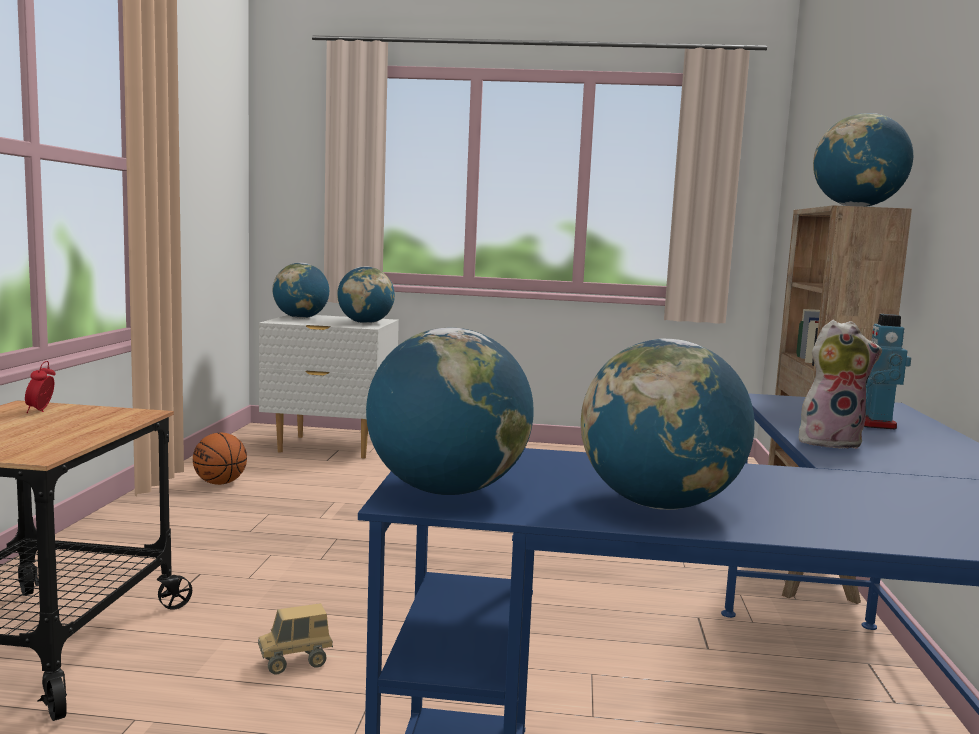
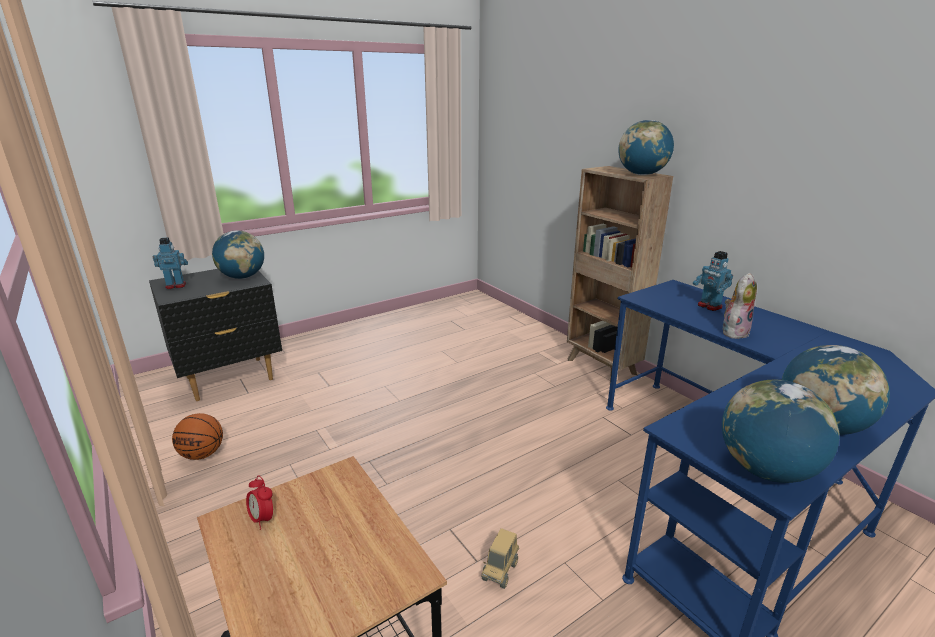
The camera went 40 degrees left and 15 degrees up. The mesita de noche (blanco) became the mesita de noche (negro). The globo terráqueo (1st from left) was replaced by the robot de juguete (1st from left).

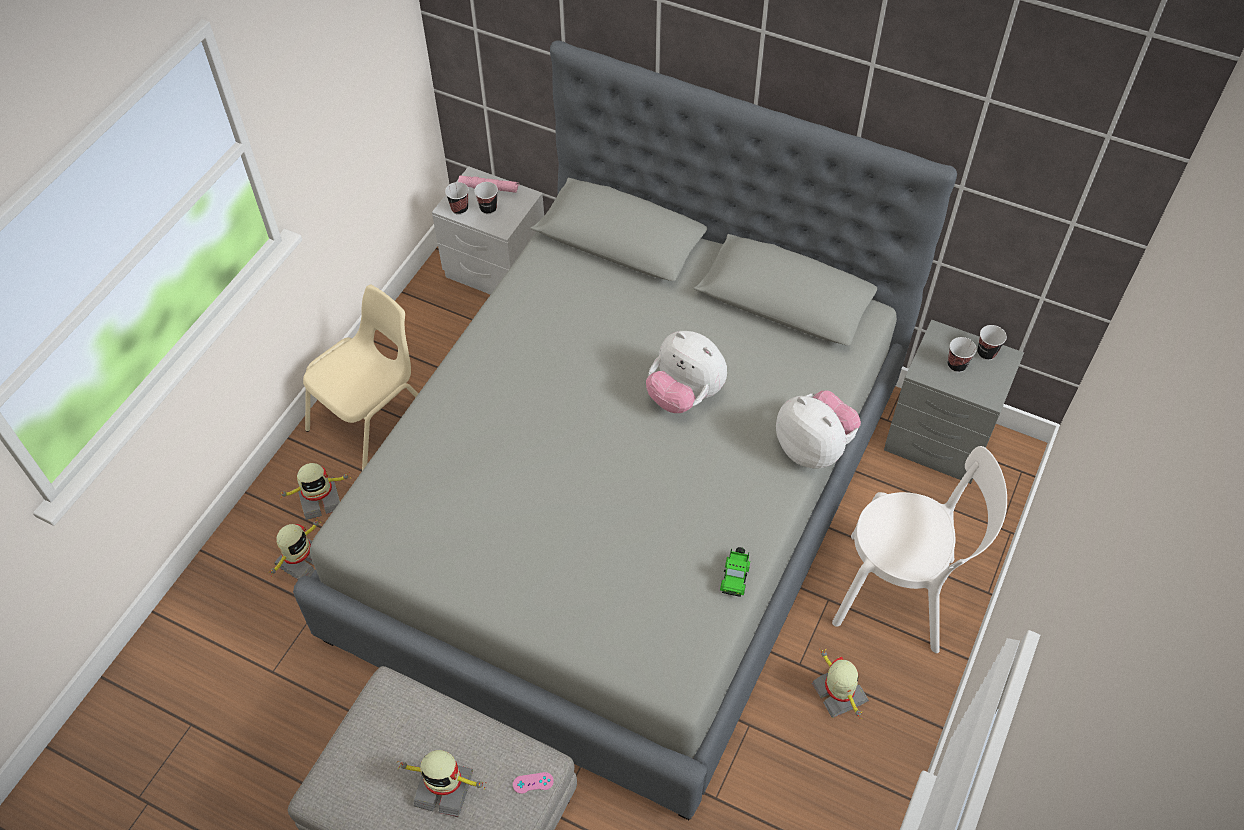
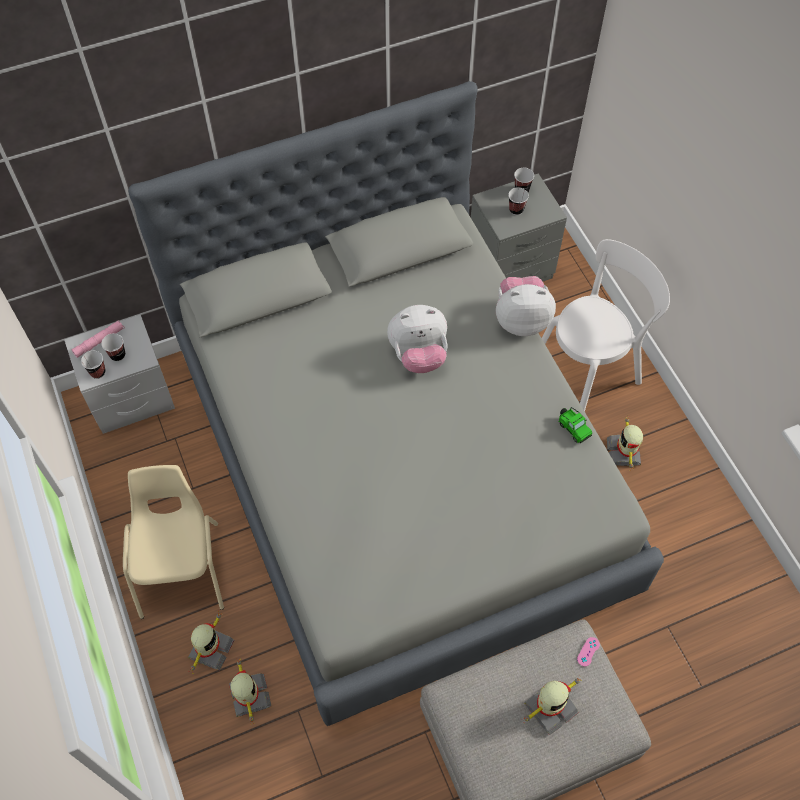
The camera went 50 degrees left and 5 degrees up. The robot de juguete (4th from left) turned 105 degrees counterclockwise.

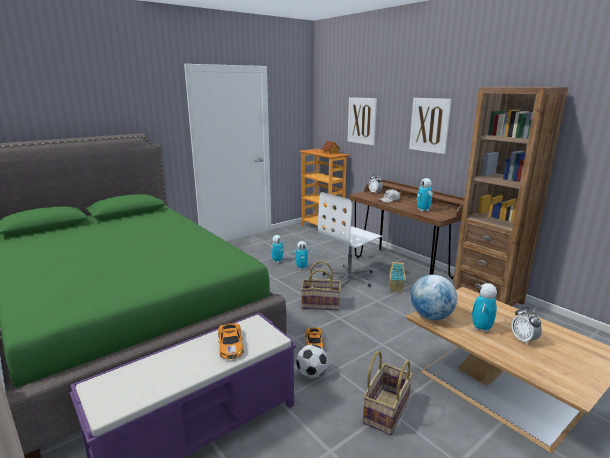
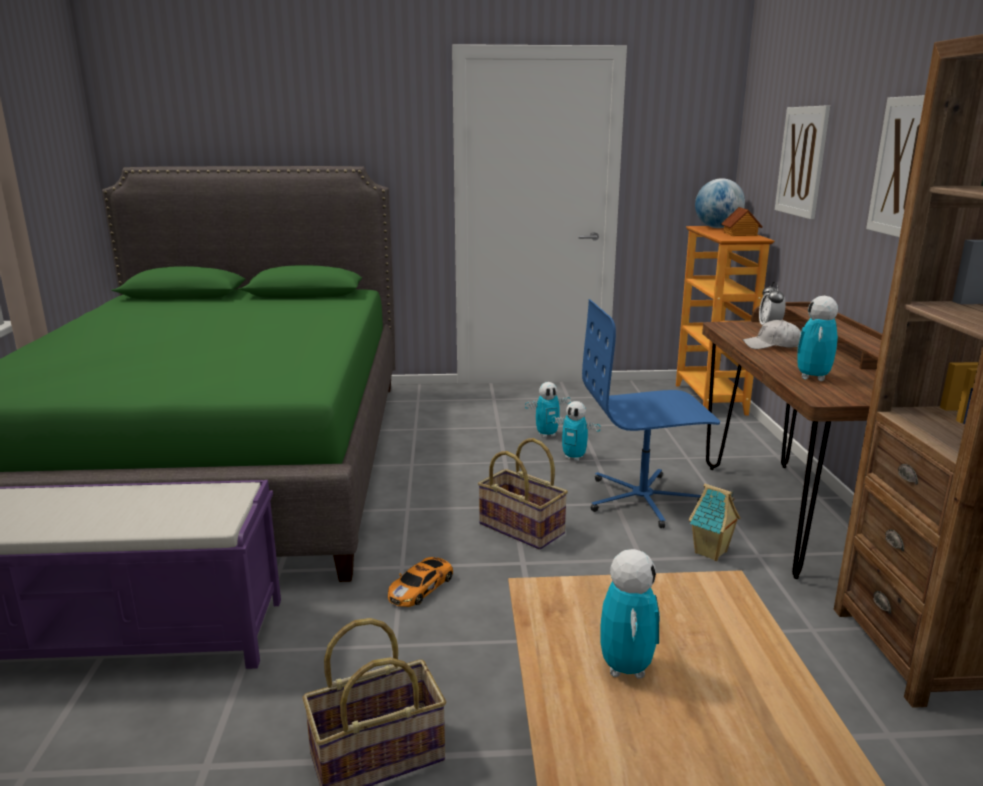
The camera went 35 degrees right and 0 degrees up. The silla de oficina (blanco) became the silla de oficina (azul). The robot de juguete (4th from left in the first image) turned 120 degrees clockwise. The globo terráqueo moved. The coche de juguete (1st from left) disappeared. The balón de fútbol disappeared. The despertador (2nd from left) disappeared.

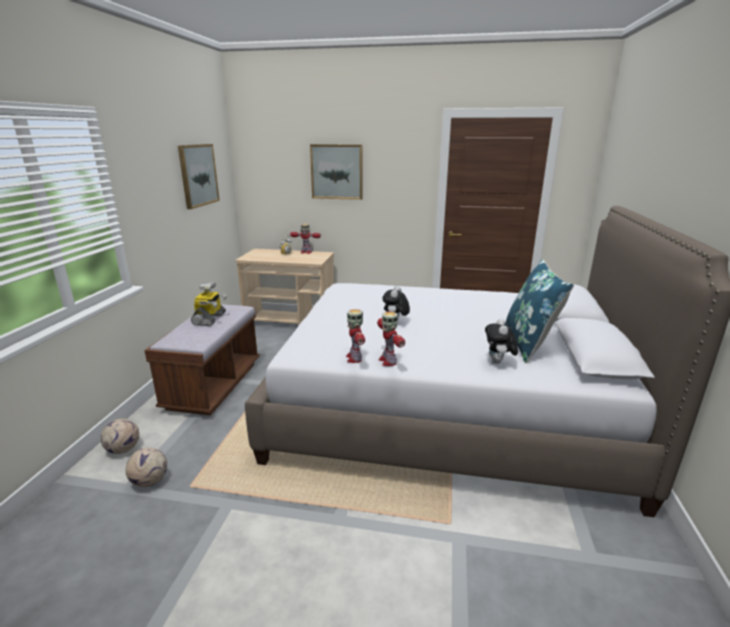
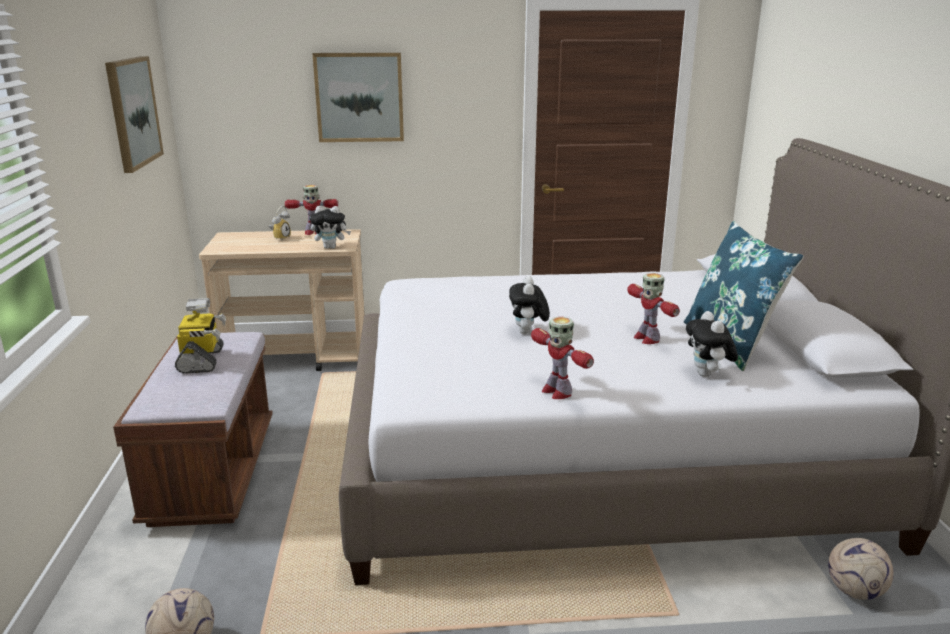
The camera went 15 degrees left and 0 degrees up. The peluche (1st from left) appeared. The robot de juguete (3rd from left in the first image) moved. The balón de fútbol (1st from left in the first image) moved.

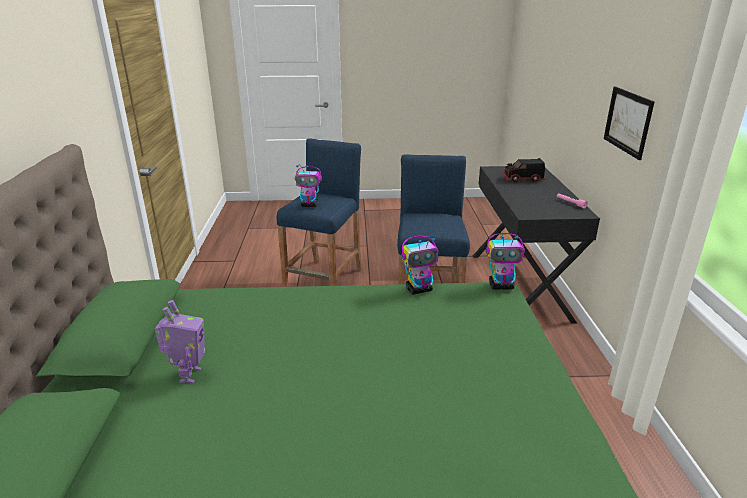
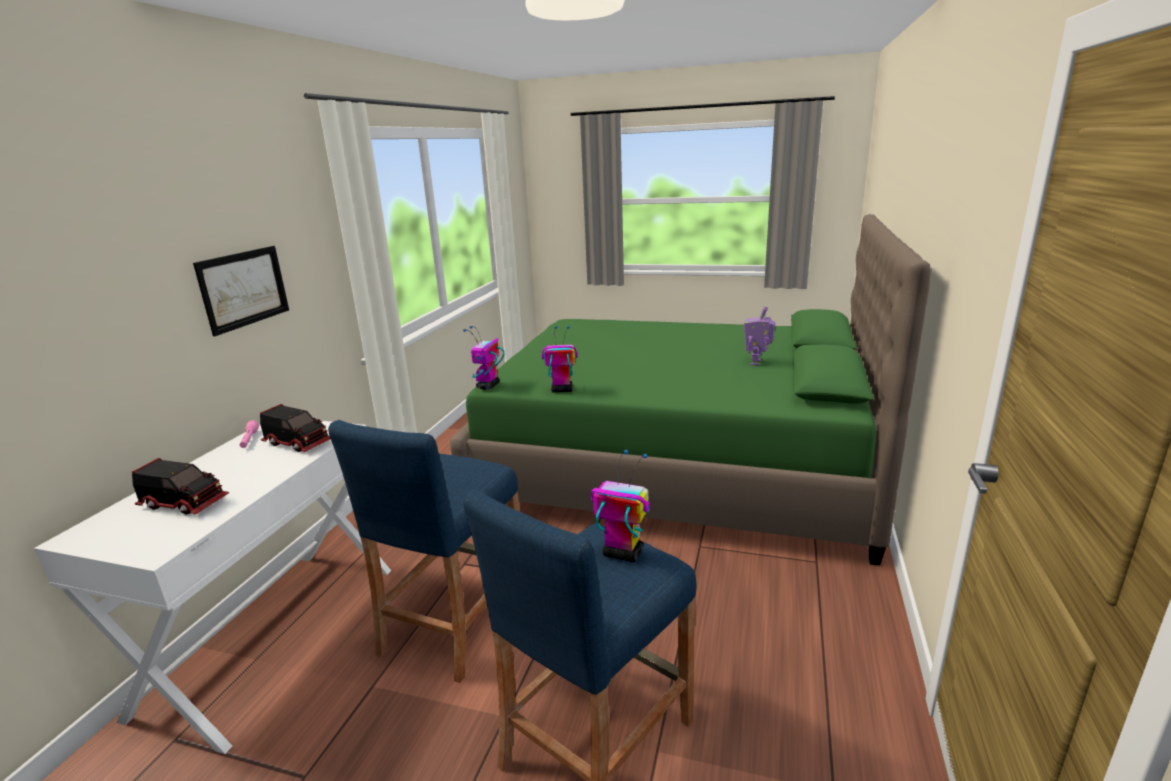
The camera went 160 degrees left and 5 degrees down. The escritorio (negro) became the escritorio (blanco). The camión de juguete (2nd from left) appeared. The robot de juguete (4th from left in the first image) turned 90 degrees counterclockwise.

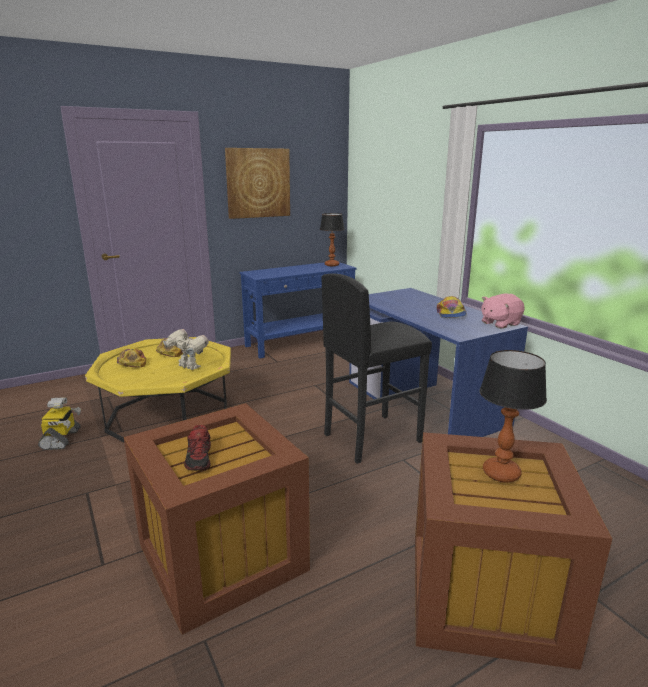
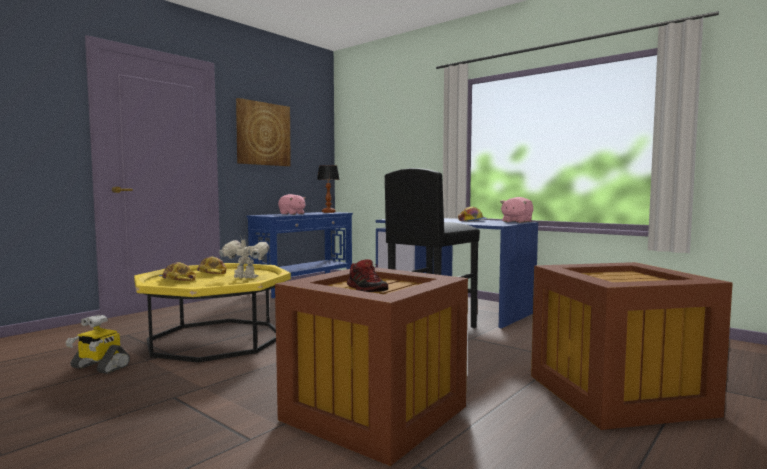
The camera went 20 degrees left and 15 degrees down. The robot de juguete (1st from left) turned 135 degrees clockwise. The peluche (rosa) (1st from left) appeared. The lámpara de mesa (2nd from left) disappeared.

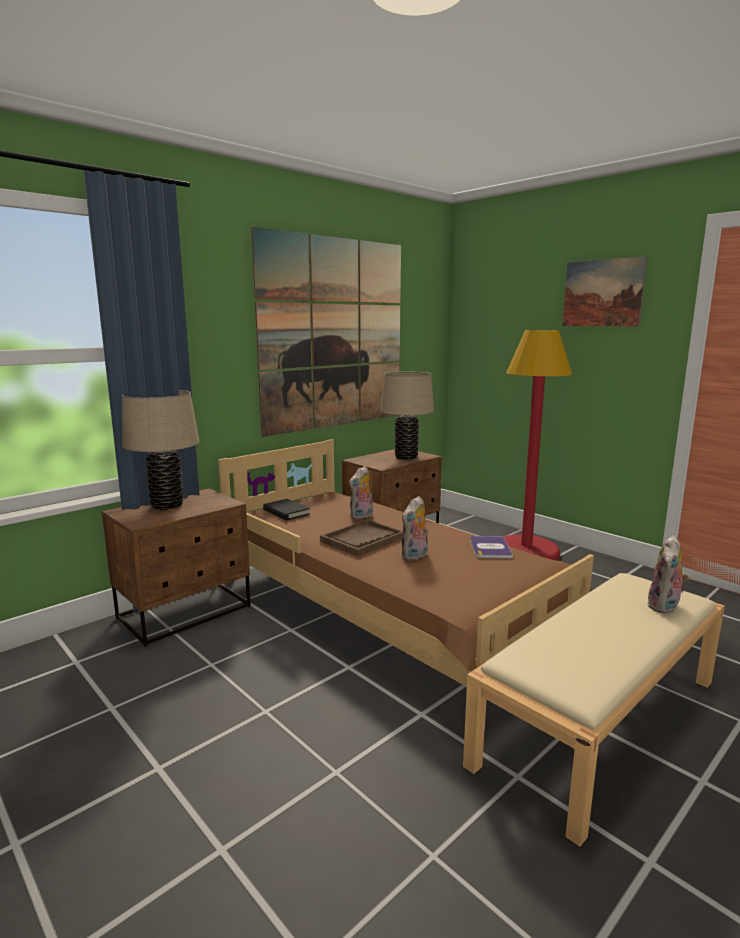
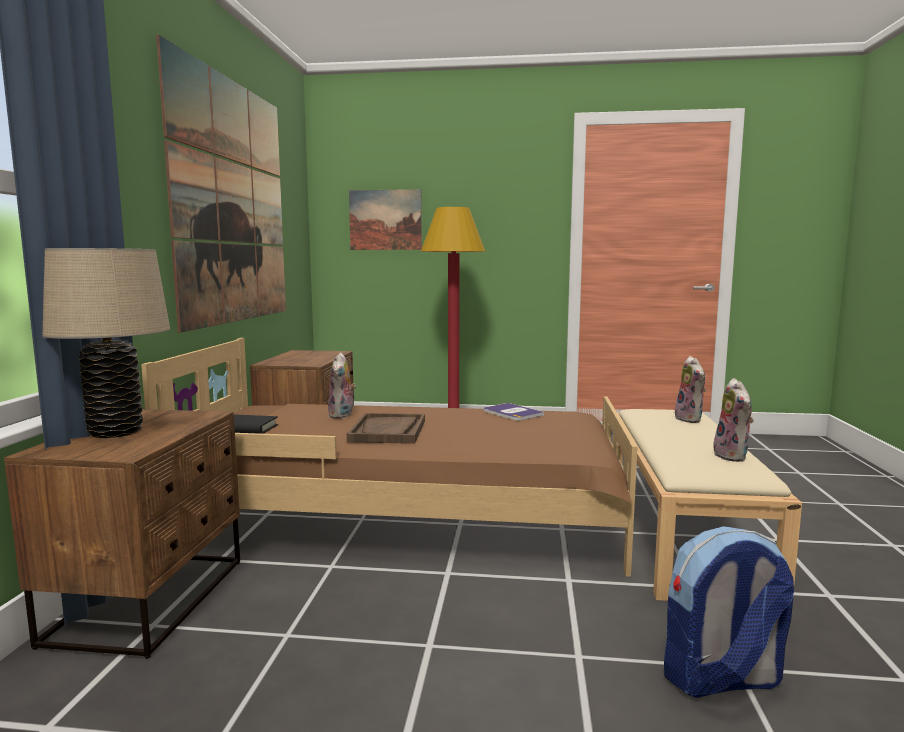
The camera went 40 degrees left and 5 degrees down. The cuadro (2nd from left) moved. The mochila appeared. The peluche (2nd from left in the first image) moved. The lámpara de mesa (beis) (2nd from left) disappeared.

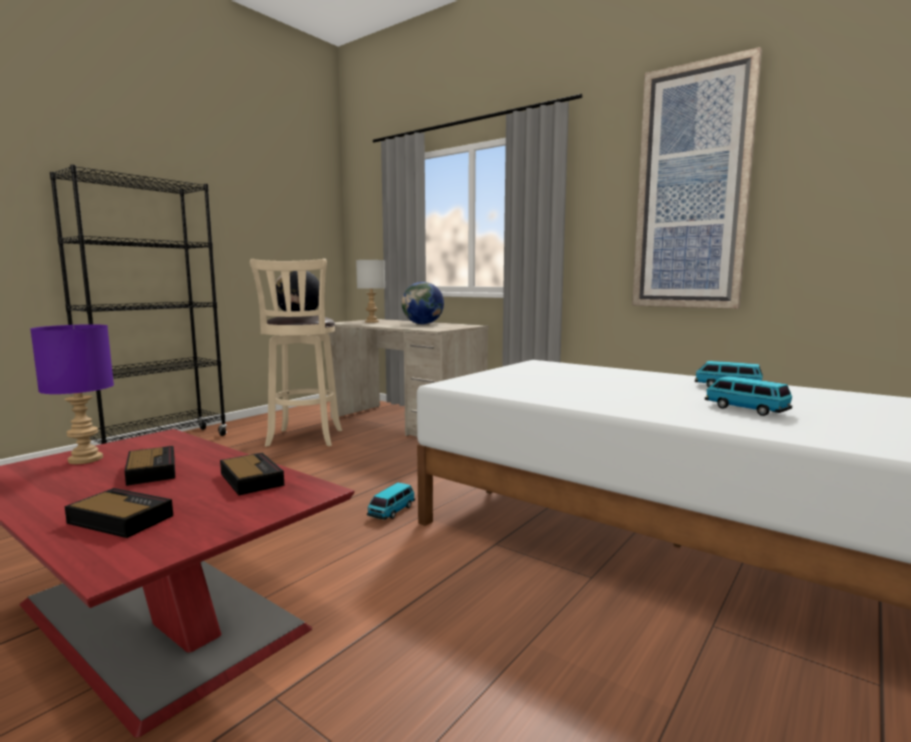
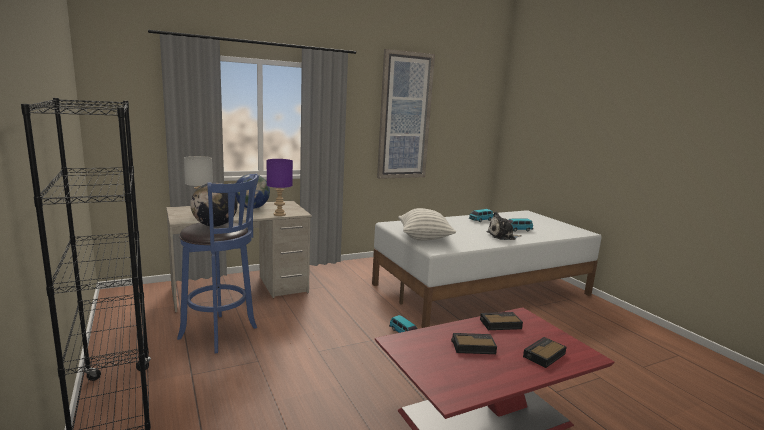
The camera went 65 degrees left and 5 degrees up. The taburete (beis) became the taburete (azul). The lámpara de mesa (morado) moved. The cojín appeared. The peluche appeared.

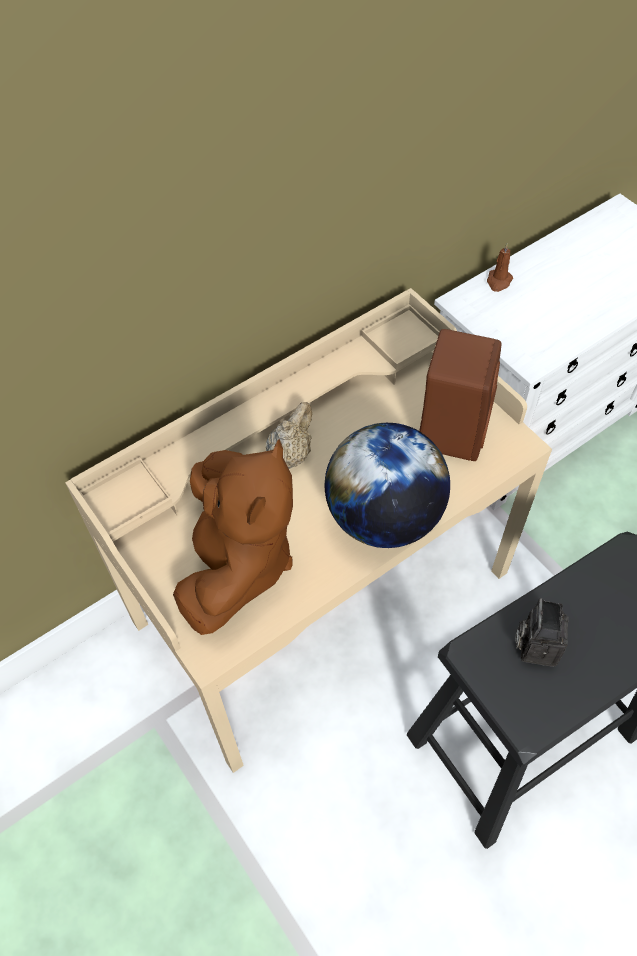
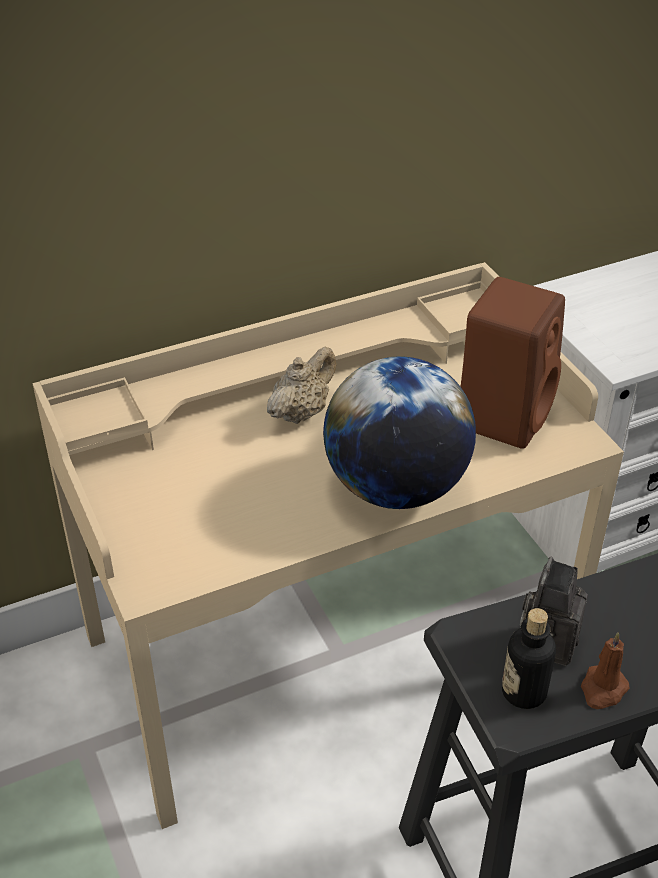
The camera went 10 degrees right and 15 degrees down. The botella appeared. The vela (marrón) moved. The peluche (marrón) disappeared.

